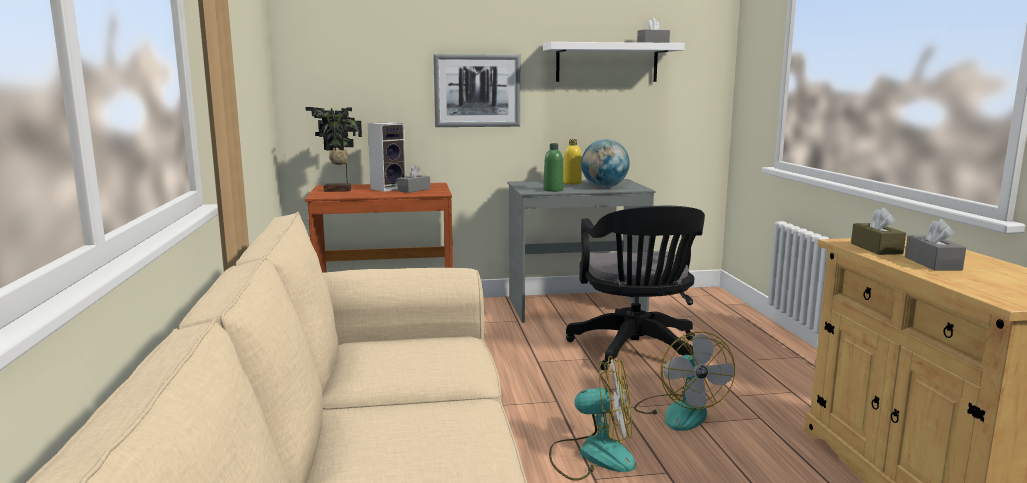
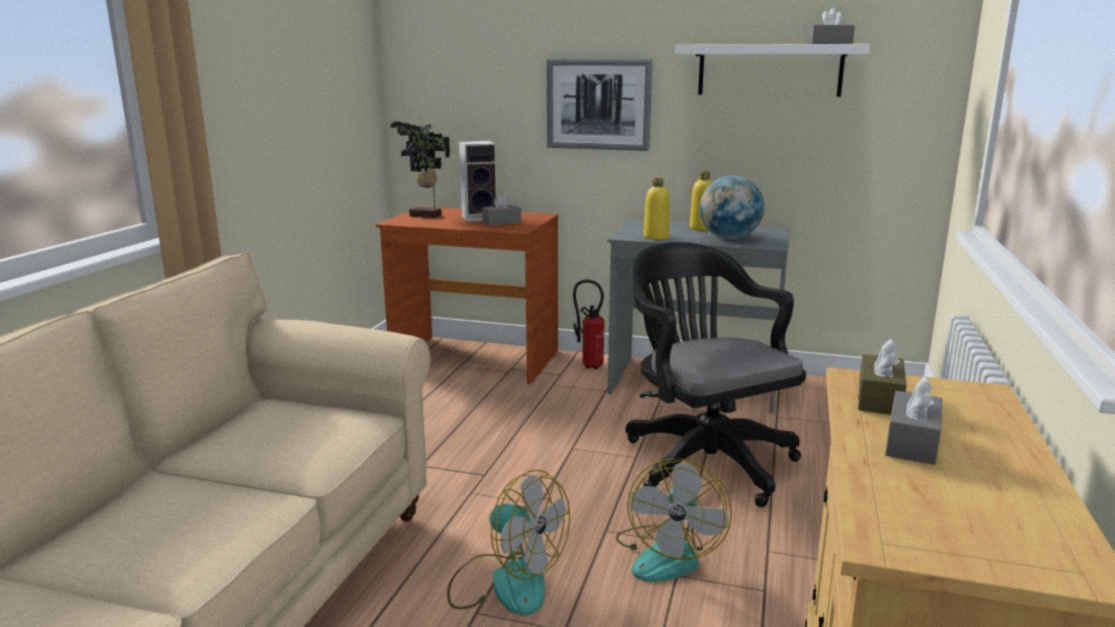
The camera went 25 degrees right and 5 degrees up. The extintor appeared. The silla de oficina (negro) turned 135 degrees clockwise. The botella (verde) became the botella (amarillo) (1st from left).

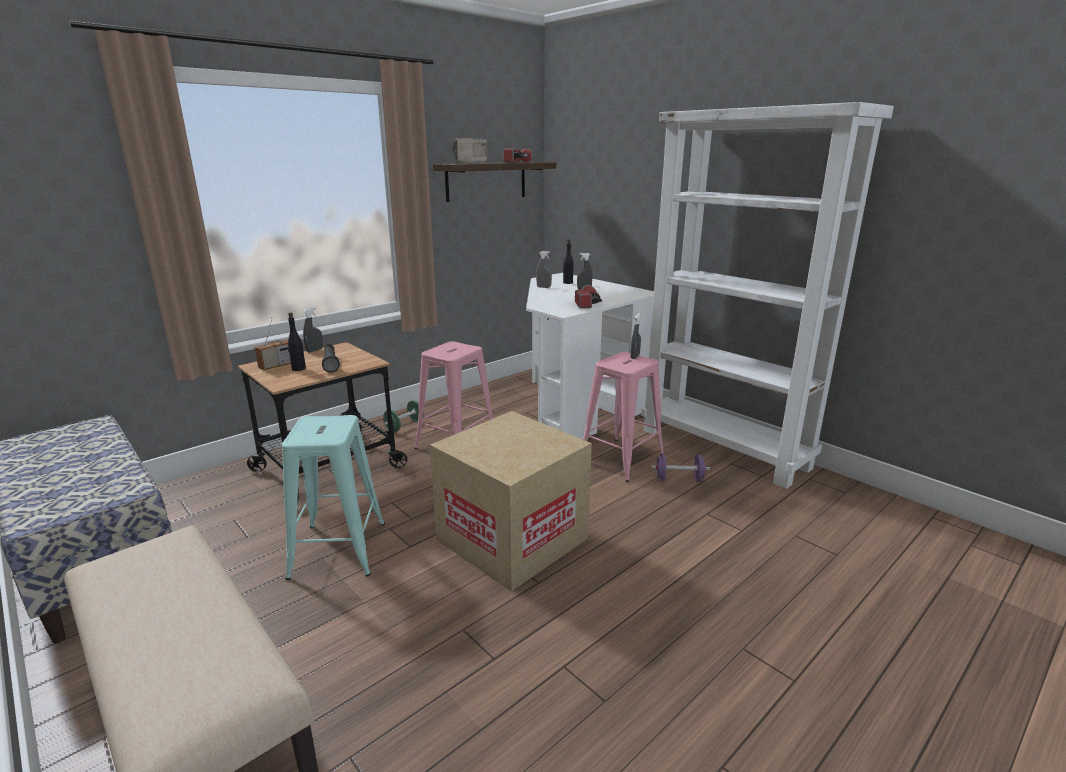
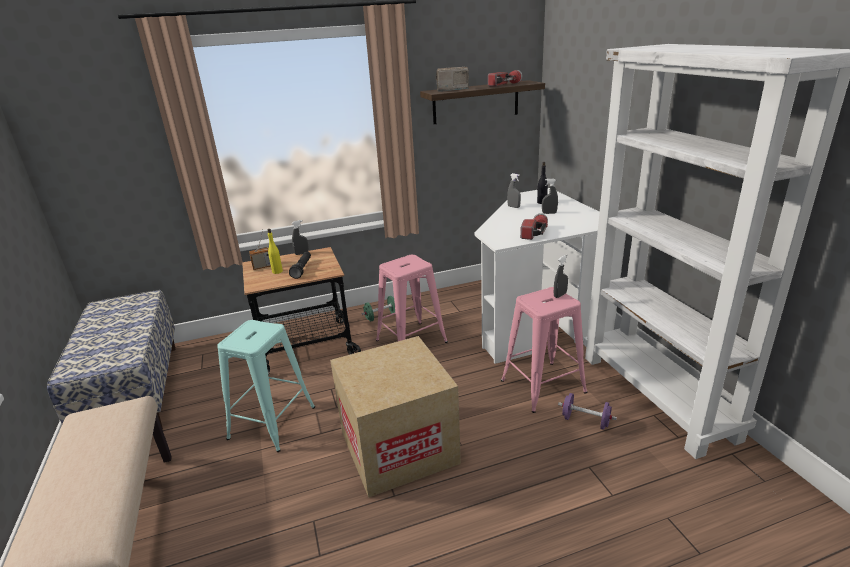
The camera went 25 degrees right and 5 degrees up. The botella (negro) (1st from left) became the botella (amarillo).

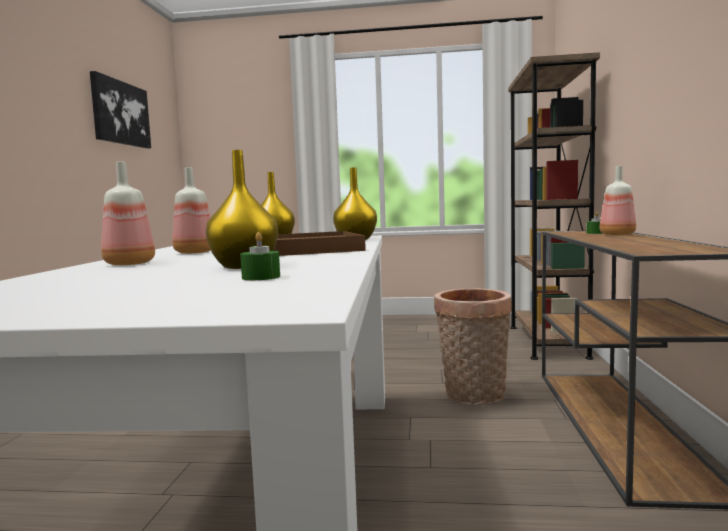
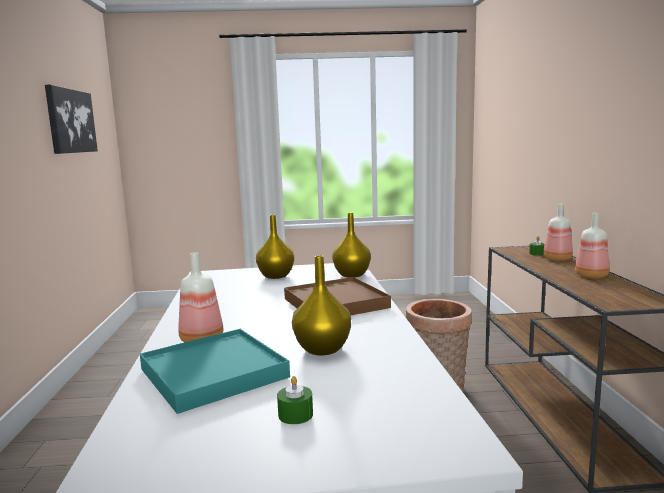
The camera went 10 degrees left and 5 degrees up. The bandeja (turquesa) appeared. The vela (verde) (1st from left) moved. The botella (2nd from left in the first image) moved. The estantería (marrón) disappeared.

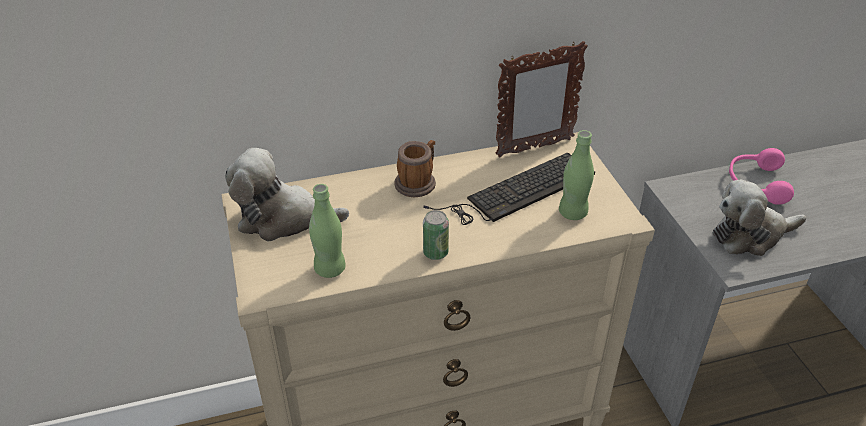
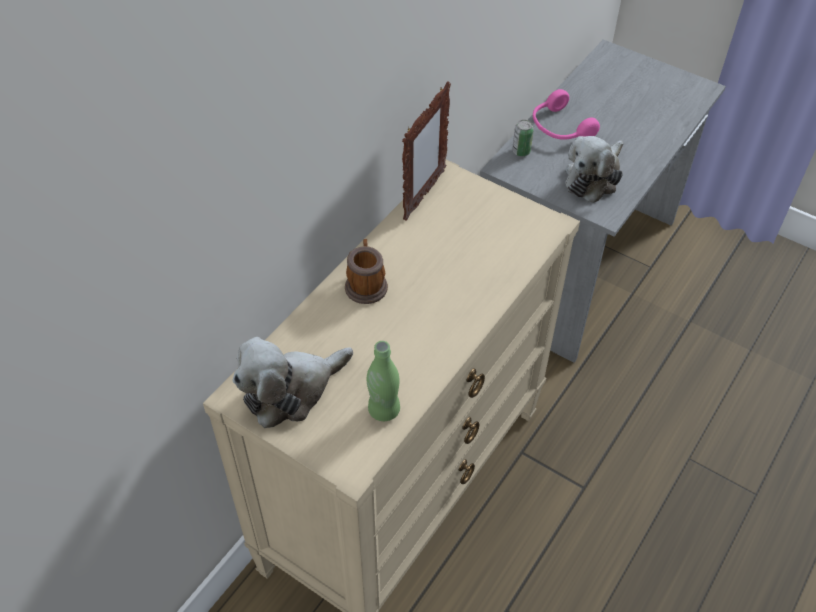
The camera went 40 degrees left and 10 degrees up. The lata moved. The teclado disappeared. The botella (verde) (2nd from left) disappeared.

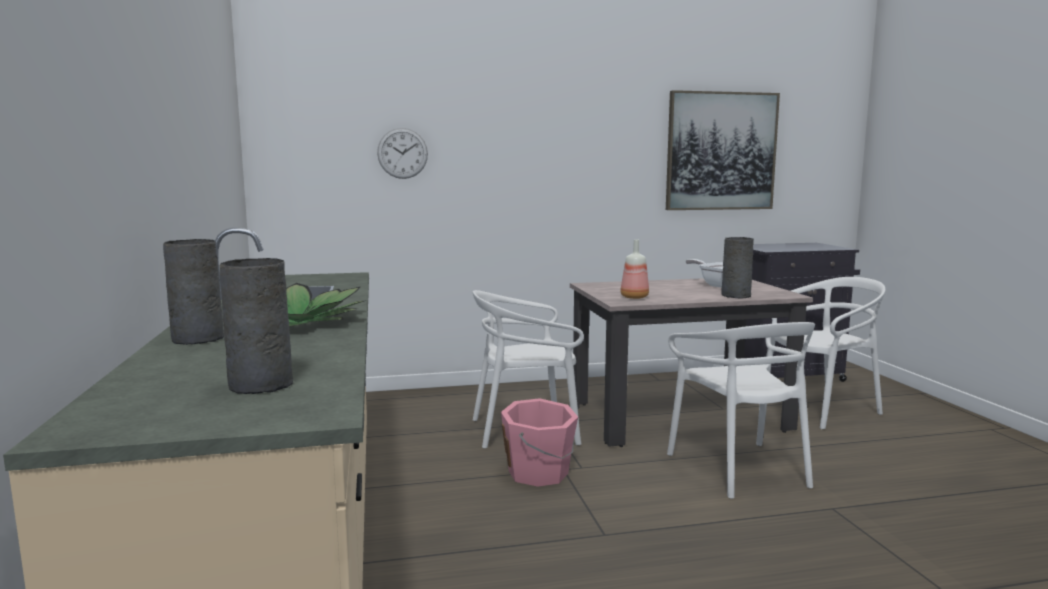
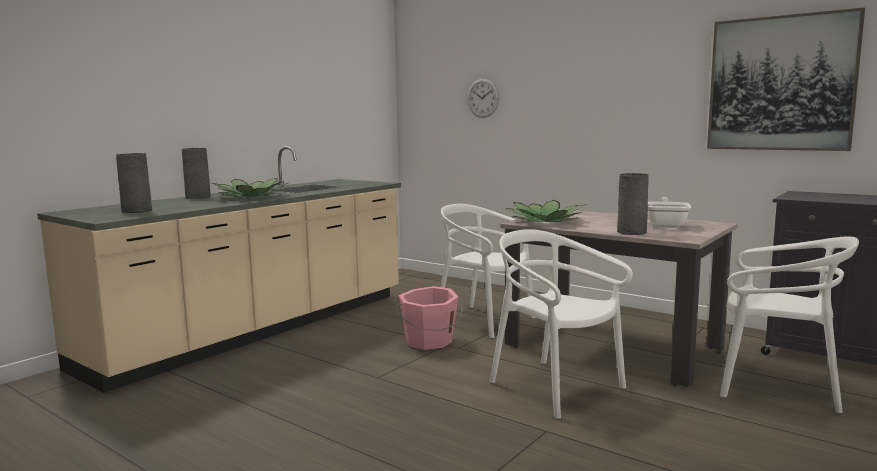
The camera went 50 degrees right and 0 degrees up. The silla (blanco) (2nd from left) turned 105 degrees clockwise. The botella was replaced by the planta en maceta (2nd from left).

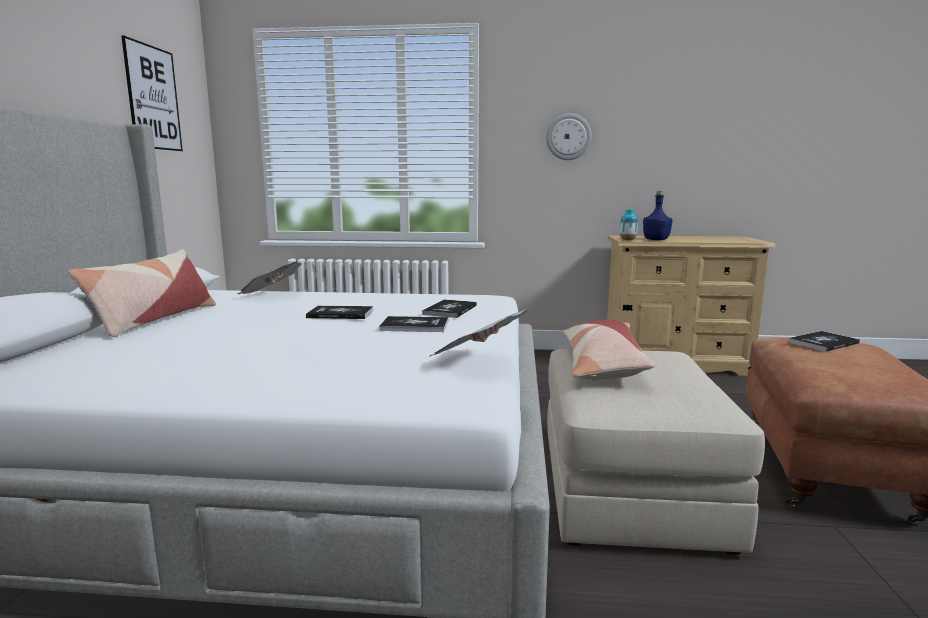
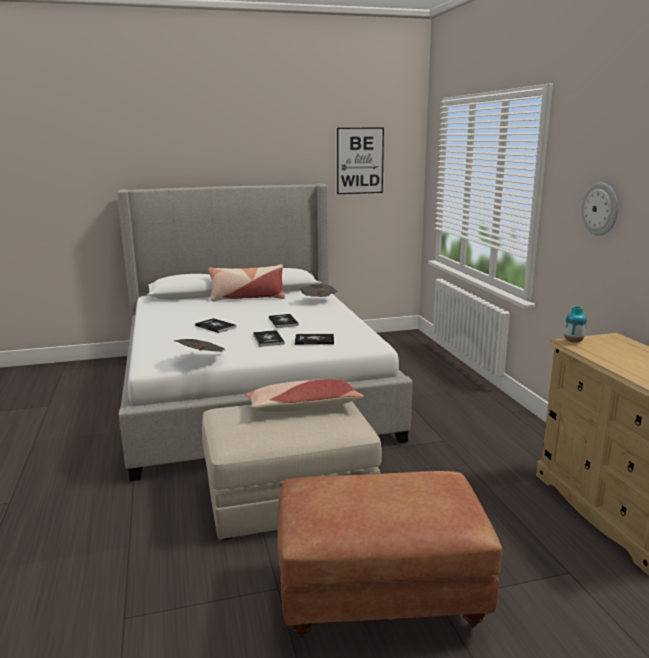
The camera went 70 degrees right and 5 degrees up. The libro (4th from left in the first image) moved. The botella (azul) disappeared.

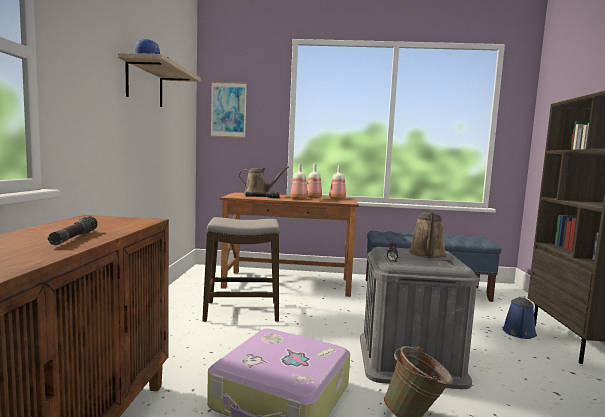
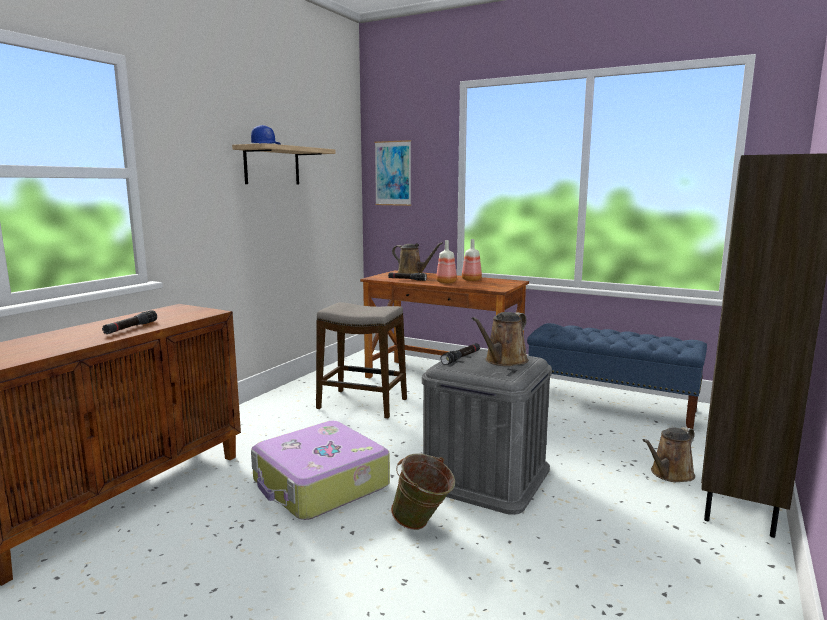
The camera went 25 degrees right and 5 degrees up. The regadera (azul) became the regadera (marrón) (3rd from left). The botella (3rd from left) disappeared.

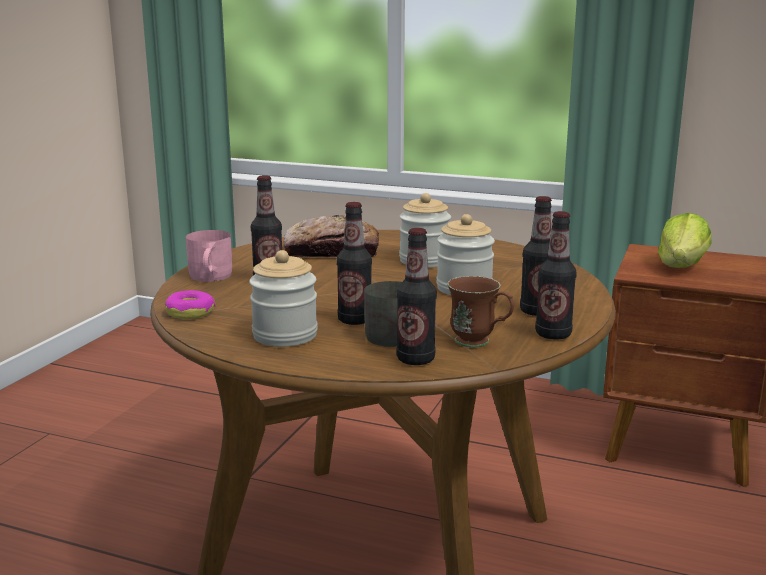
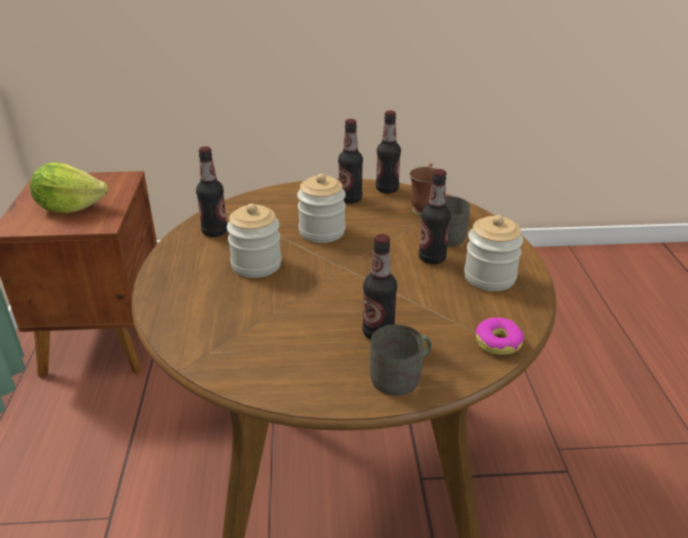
The camera went 115 degrees left and 15 degrees up. The botella (3rd from left in the first image) moved. The taza grande (rosa) became the taza grande (gris) (1st from left). The pan disappeared.

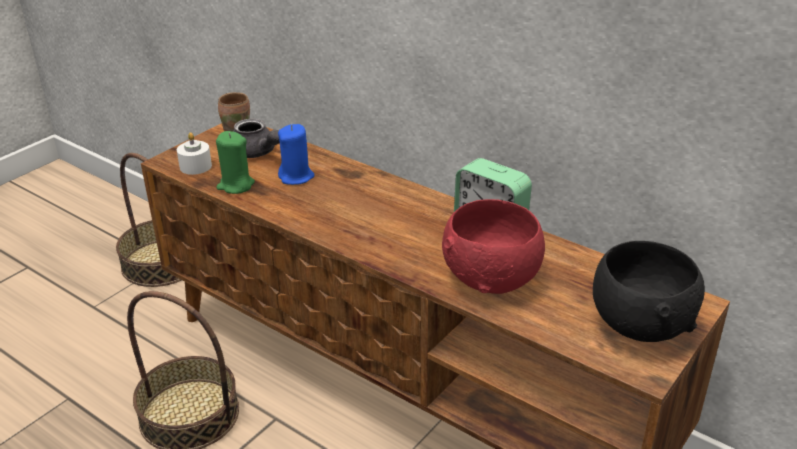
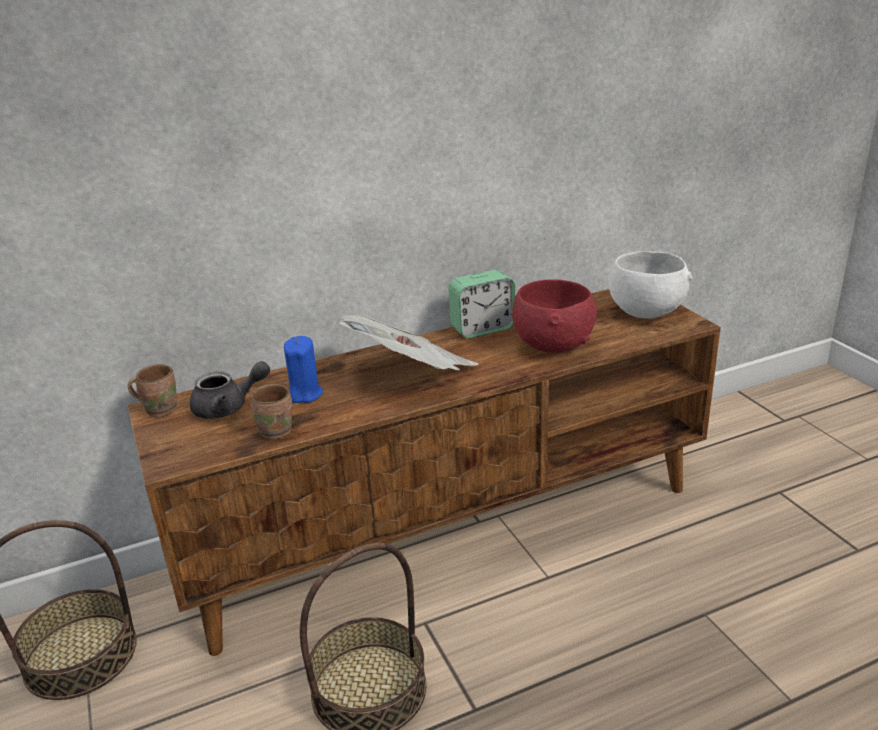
The camera went 60 degrees left and 5 degrees down. The vela (verde) was replaced by the taza grande (marrón) (2nd from left). The periódico appeared. The cuenco (negro) became the cuenco (blanco). The vela (blanco) disappeared.

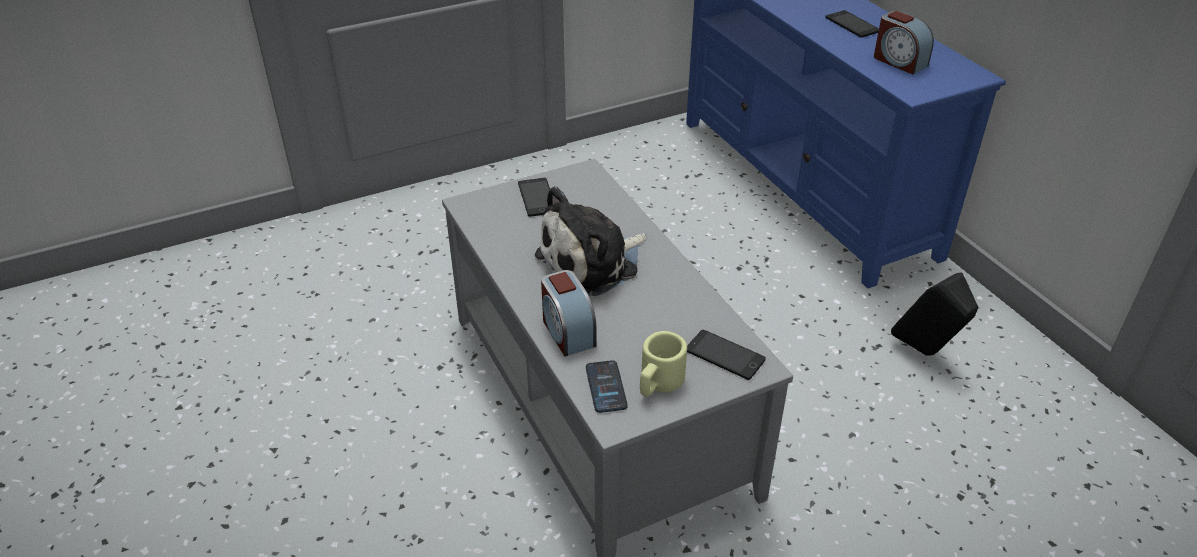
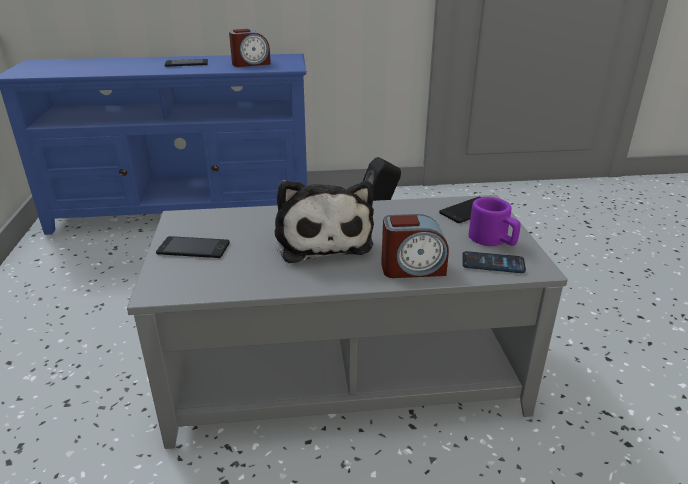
The camera went 70 degrees left and 10 degrees down. The taza grande (beis) became the taza grande (morado).

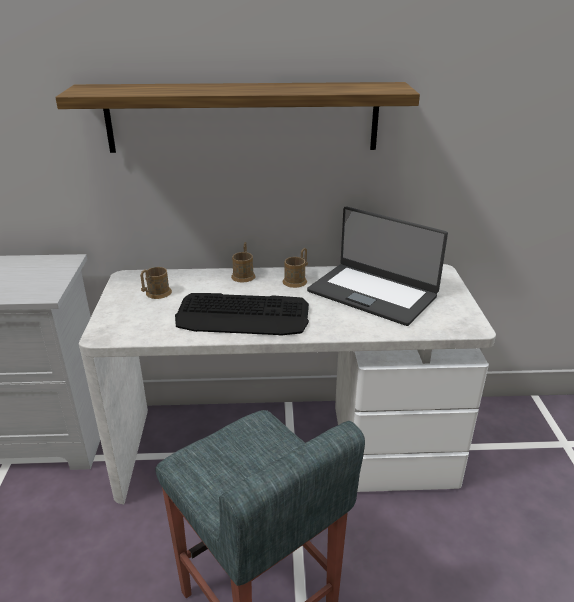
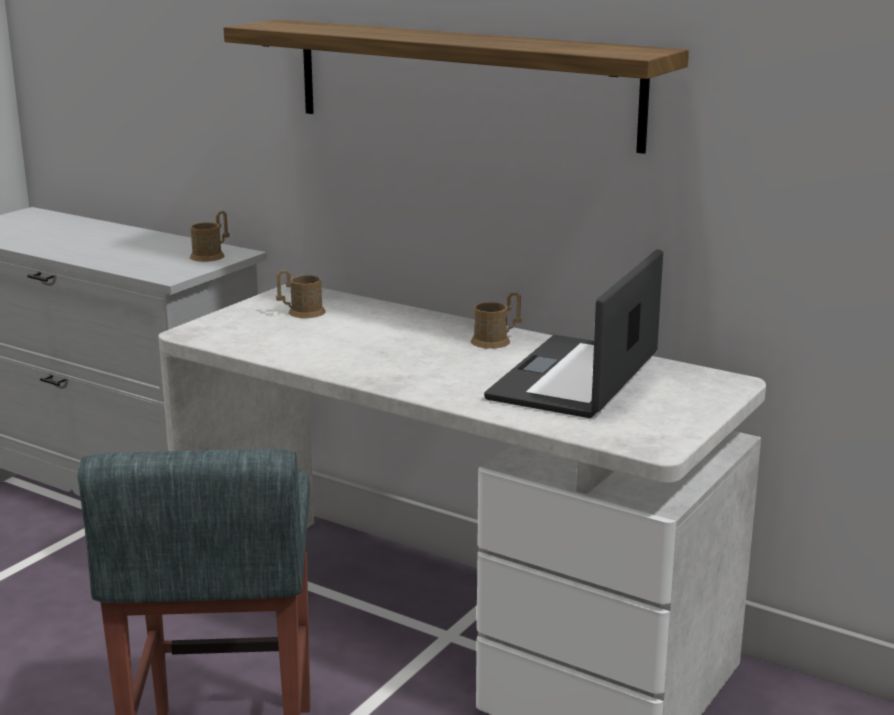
The camera went 35 degrees right and 10 degrees down. The taza grande (marrón) (2nd from left in the first image) moved. The portátil turned 45 degrees clockwise. The teclado disappeared.

